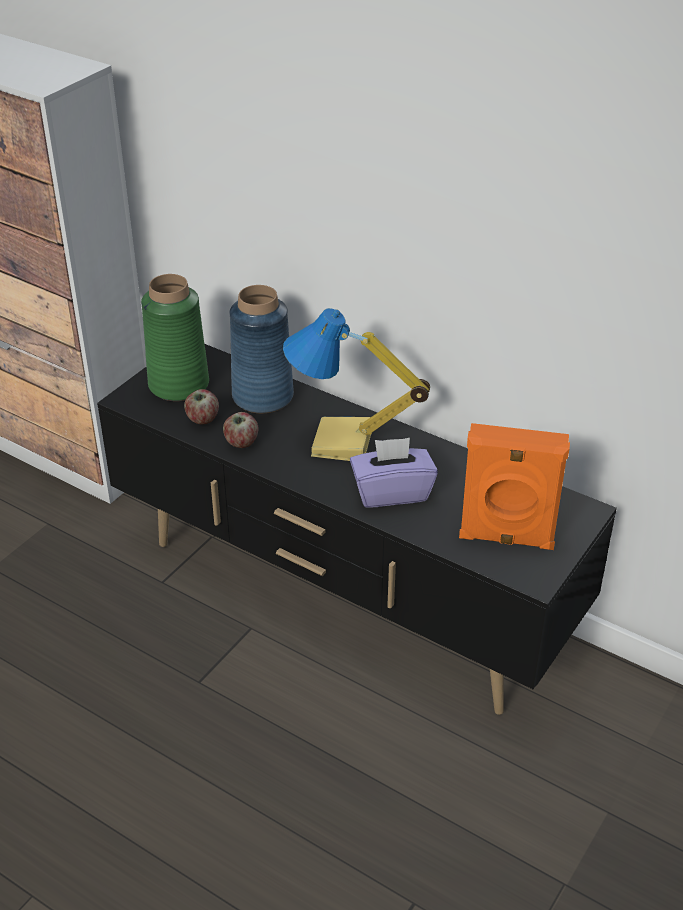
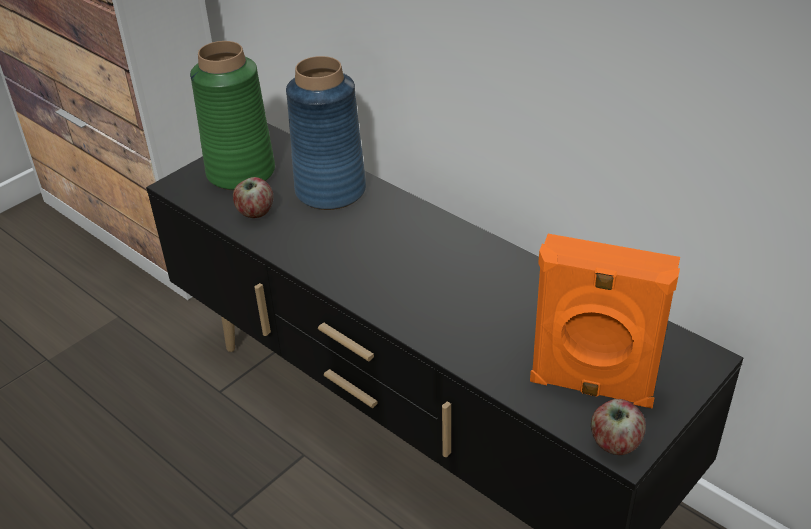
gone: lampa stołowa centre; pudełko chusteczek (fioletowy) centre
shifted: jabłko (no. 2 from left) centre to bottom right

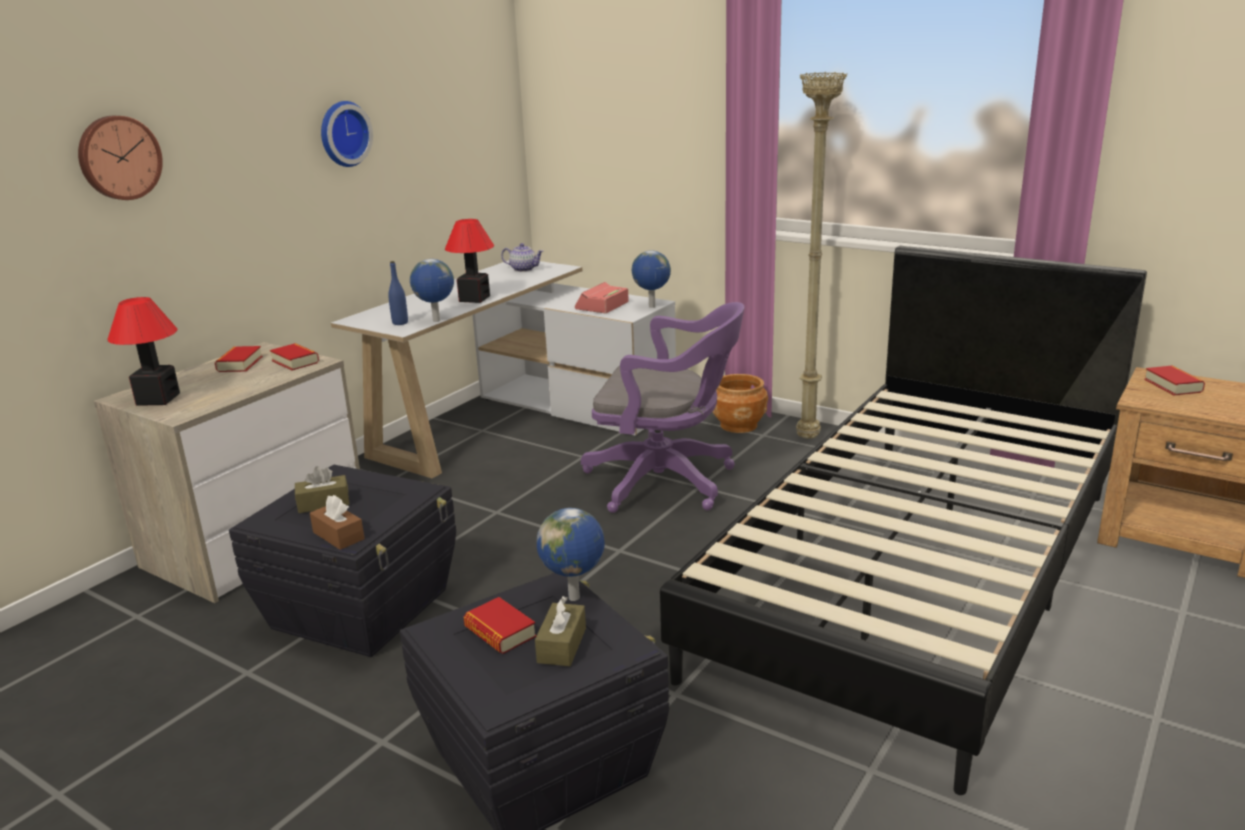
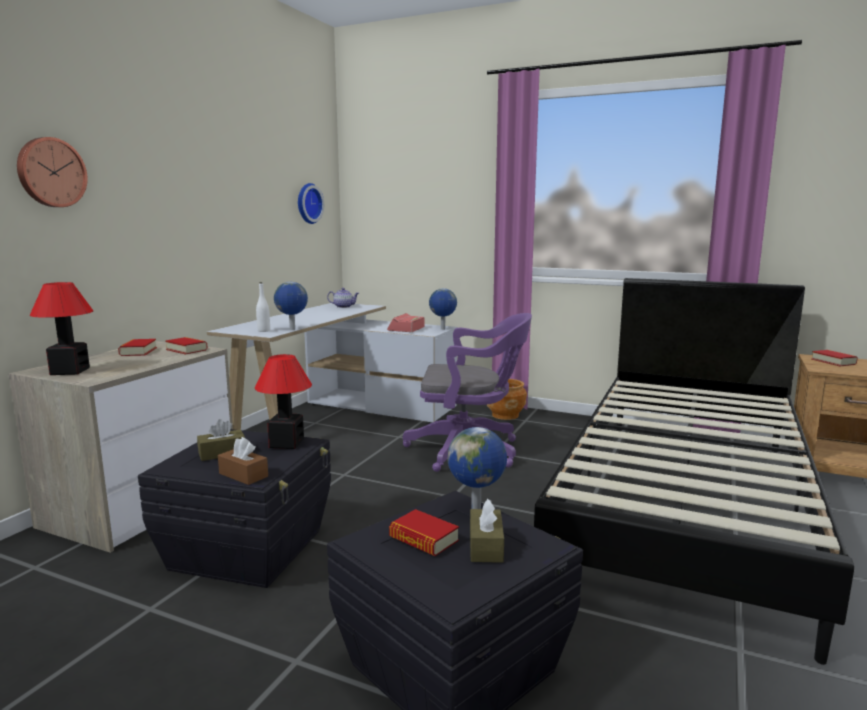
gone: lampa stojąca (beżowy) top centre
shifted: zegar ścienny (no. 2 from left) top left to top centre; lampa stołowa (no. 2 from left) top centre to middle left
repainted: butelka (niebieski) middle left to butelka (biały) middle left

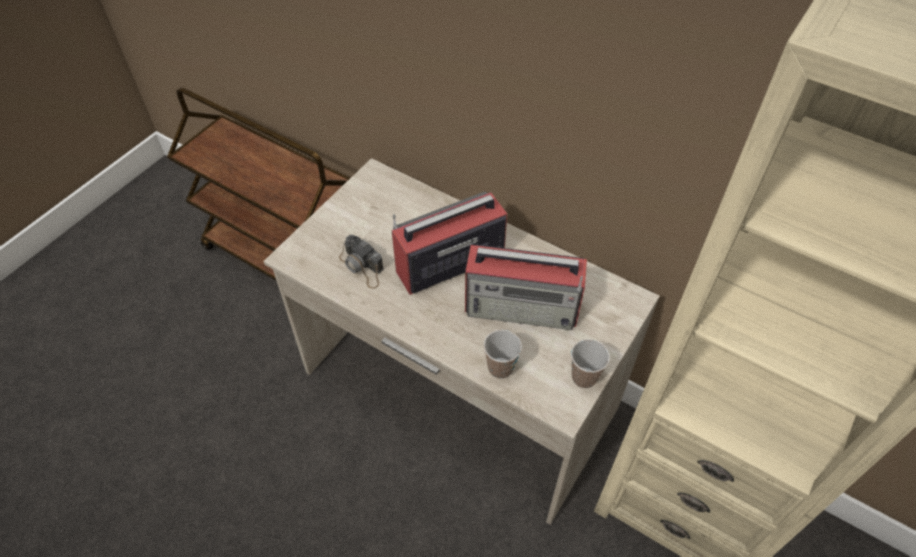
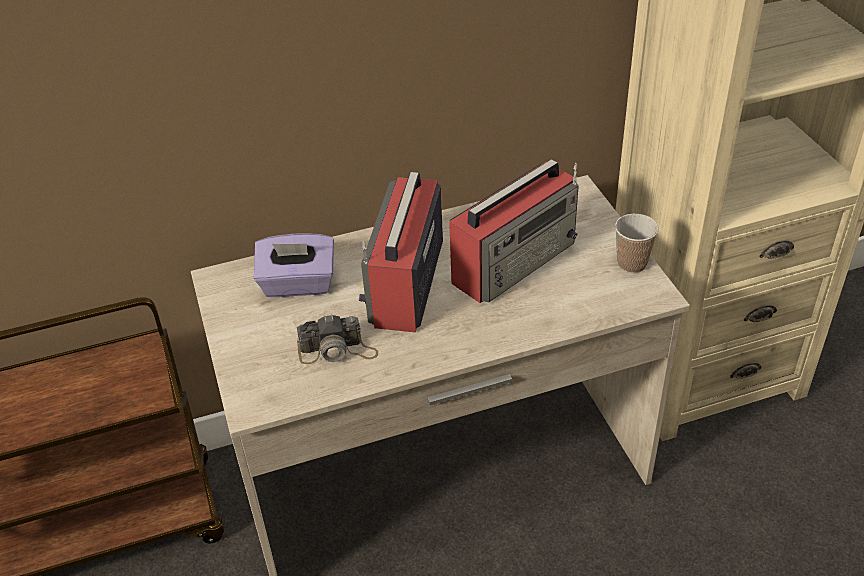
gone: filiżanka (no. 1 from left) centre
new: pudełko chusteczek (fioletowy) centre

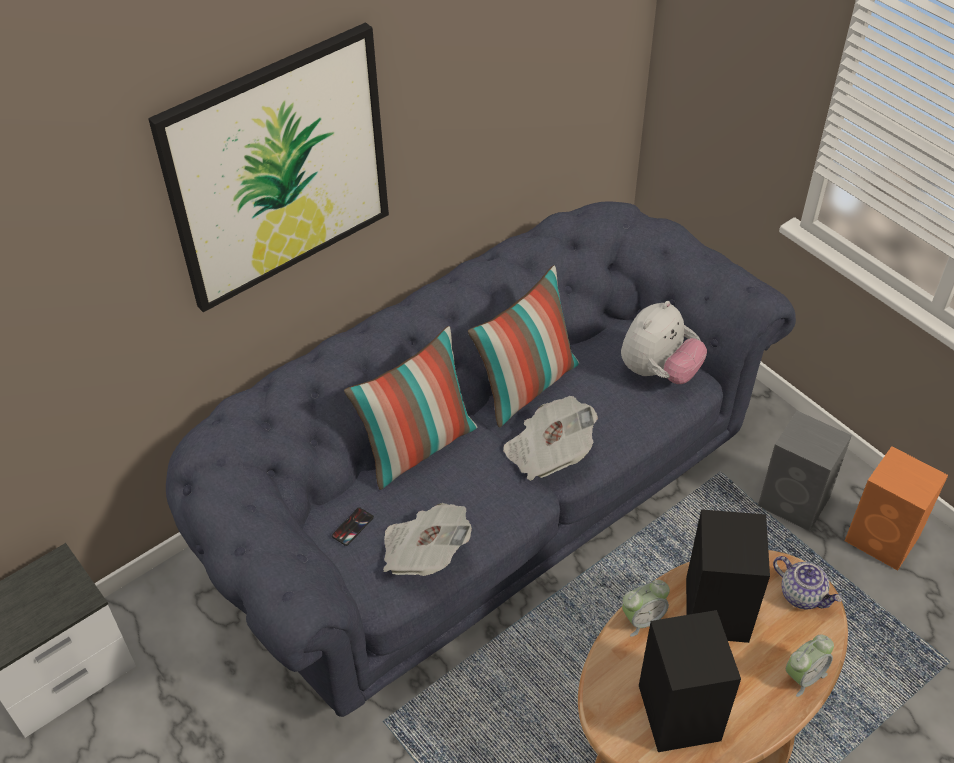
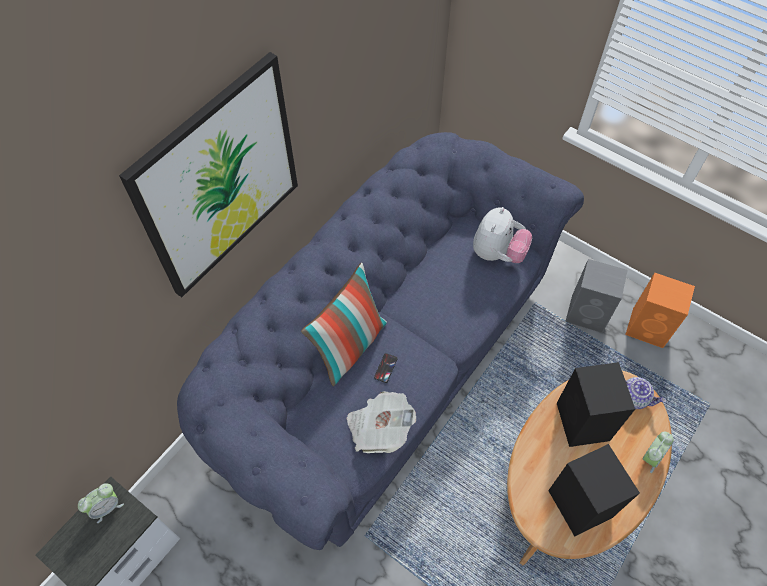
gone: poduszka (no. 2 from left) centre; gazeta (no. 2 from left) centre
shifted: telefon bottom centre to centre; budzik (no. 1 from left) bottom right to bottom left

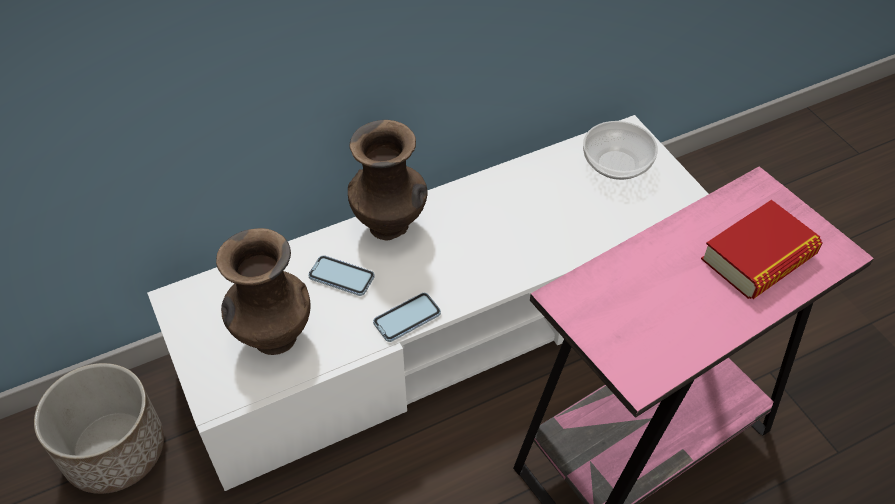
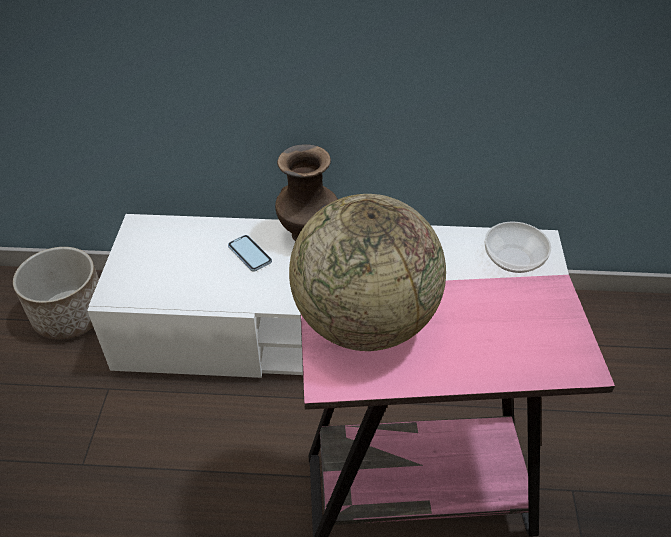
gone: książka middle right; wazon (brązowy) (no. 1 from left) middle left; telefon (no. 2 from left) centre
new: globus centre

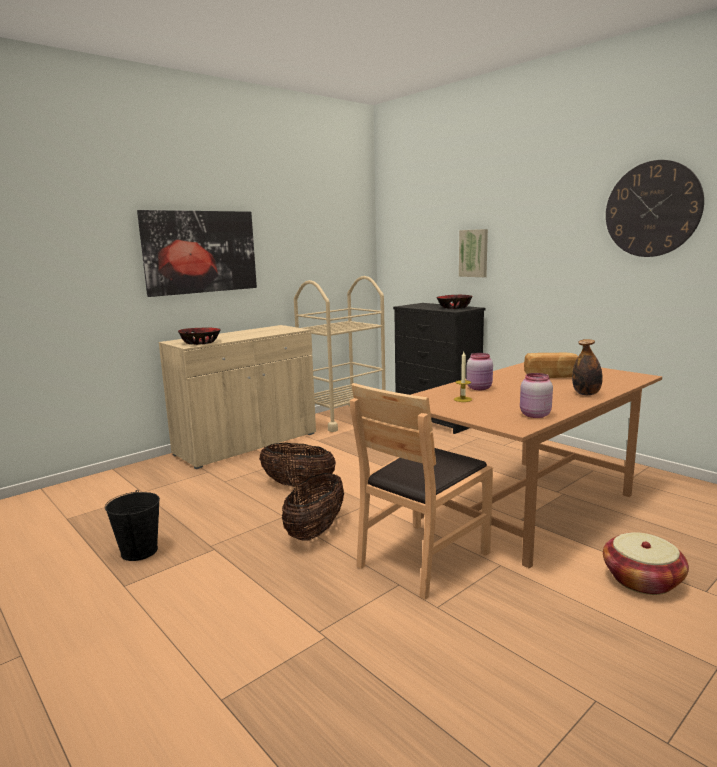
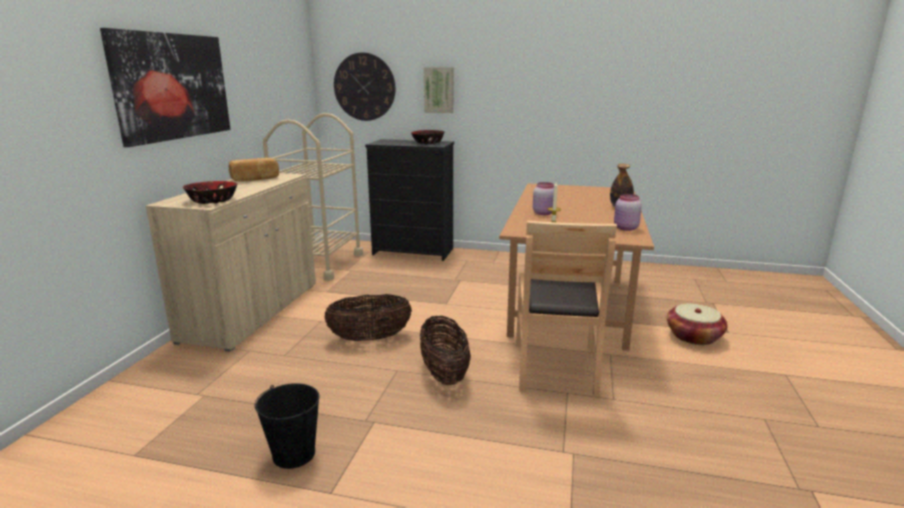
shifted: zegar ścienny top right to top centre; chleb middle right to top left

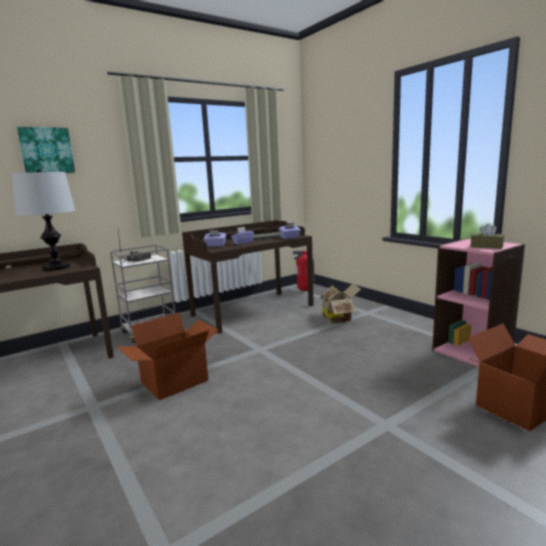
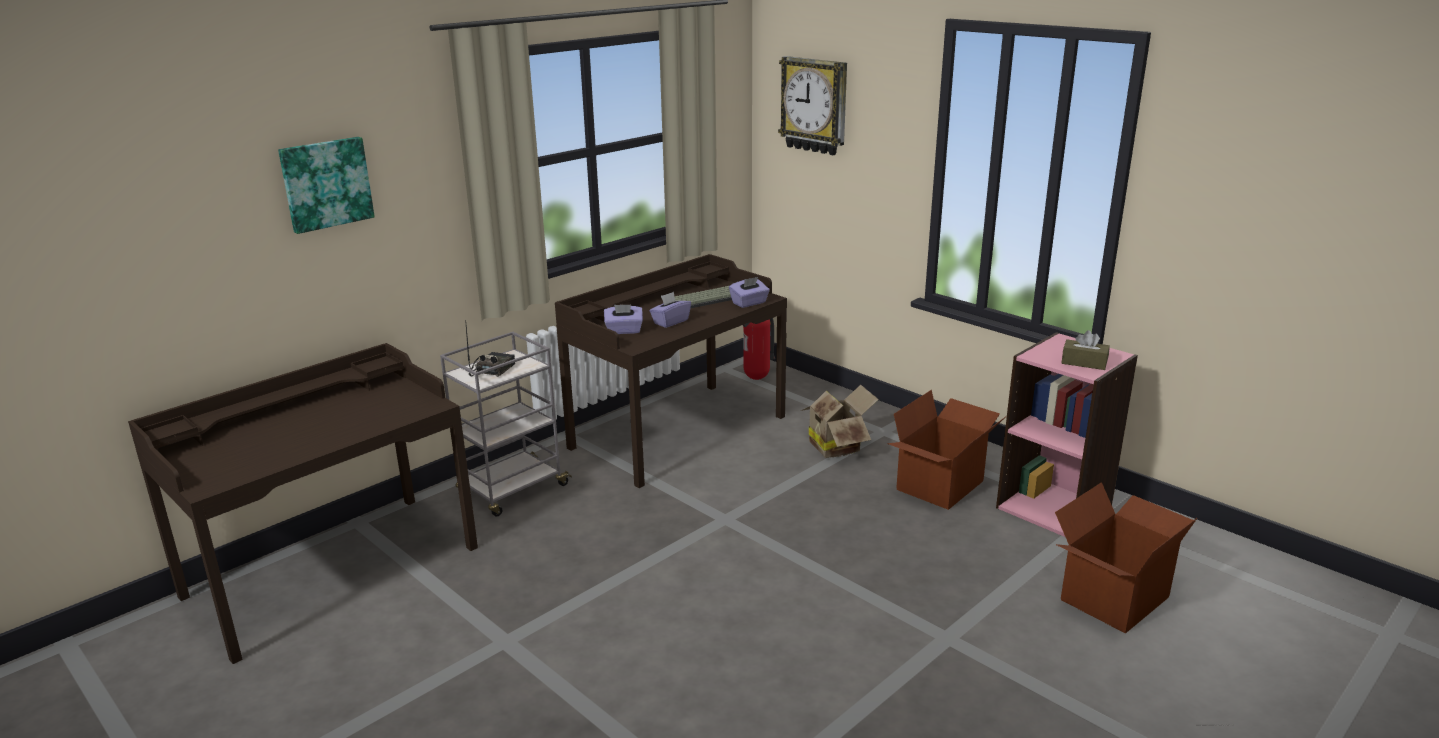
gone: lampa stołowa middle left
new: zegar ścienny top centre
shifted: karton (no. 1 from left in the first image) middle left to karton (no. 2 from left) centre

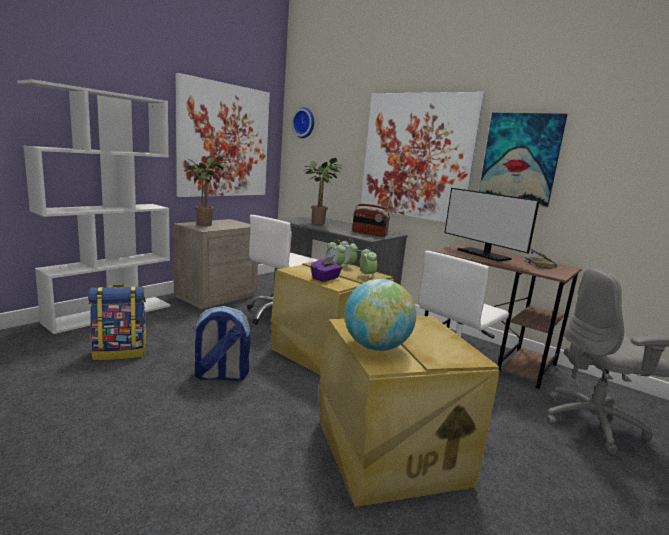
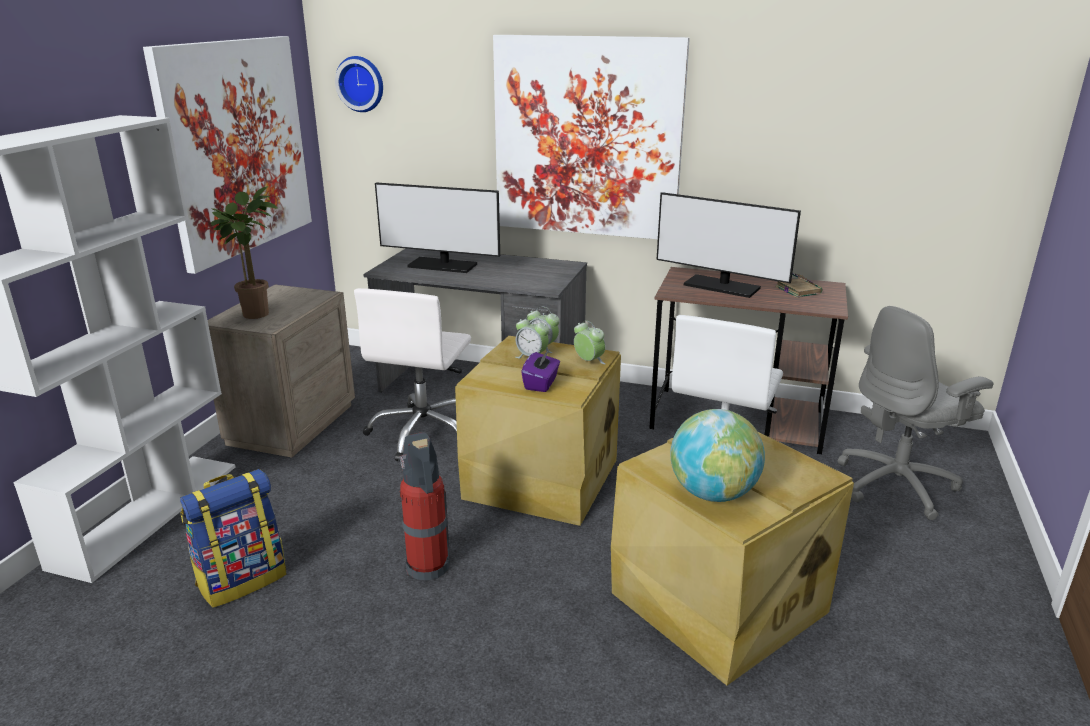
gone: obraz (no. 3 from left) top right; radio centre
swapped: roślina doniczkowa (no. 2 from left) centre to monitor (no. 1 from left) top centre; plecak (no. 2 from left) middle left to gaśnica bottom centre

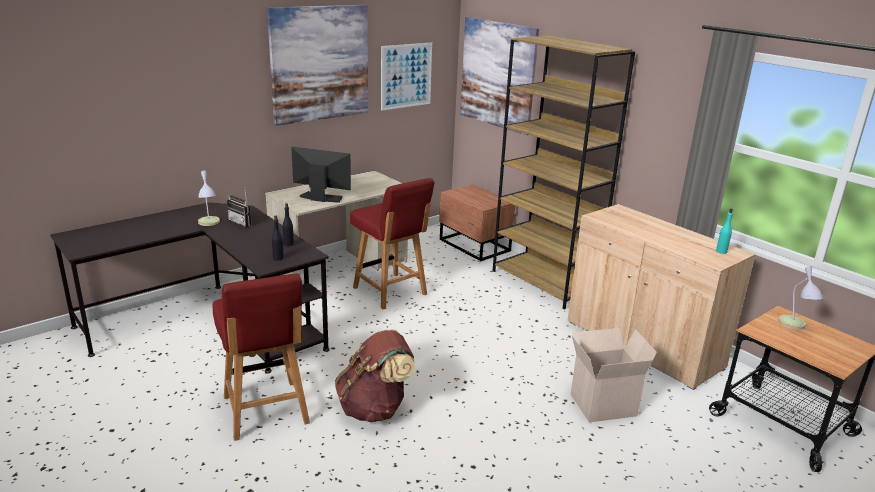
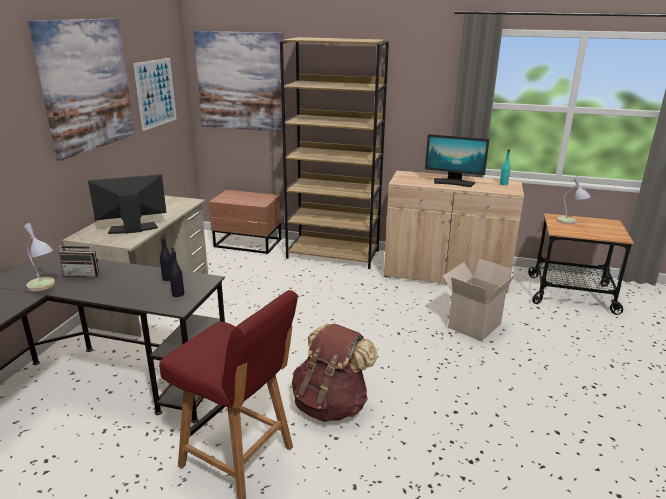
gone: krzesło (czerwony) (no. 2 from left) centre
new: monitor (no. 2 from left) top right

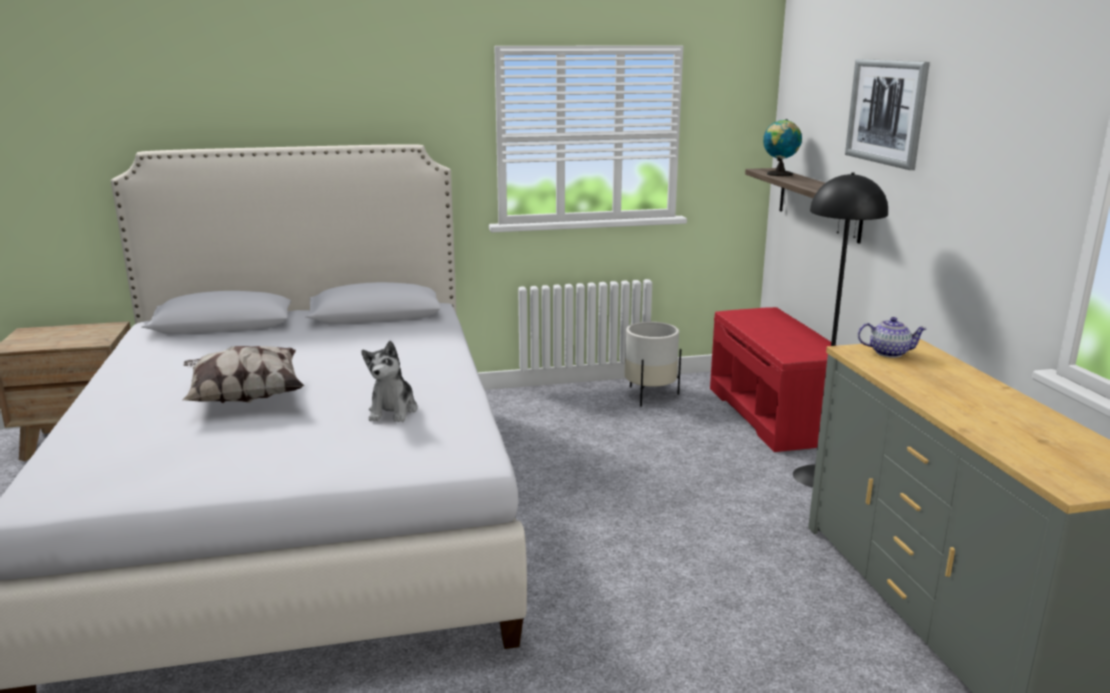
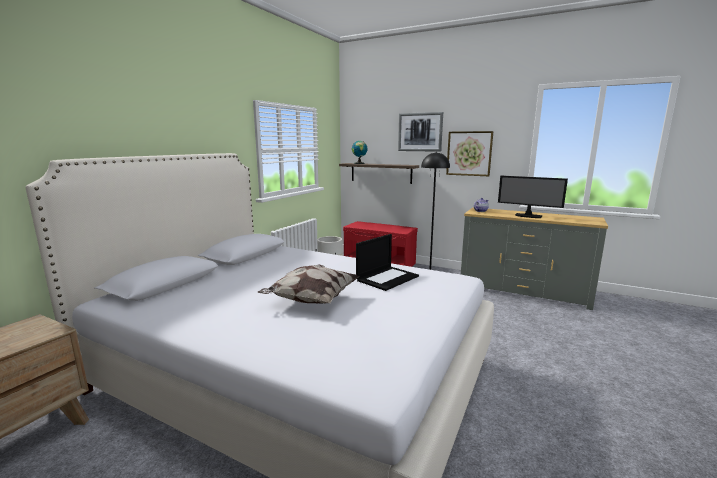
new: obraz (no. 2 from left) top centre; monitor middle right
swapped: pluszak centre to laptop centre

